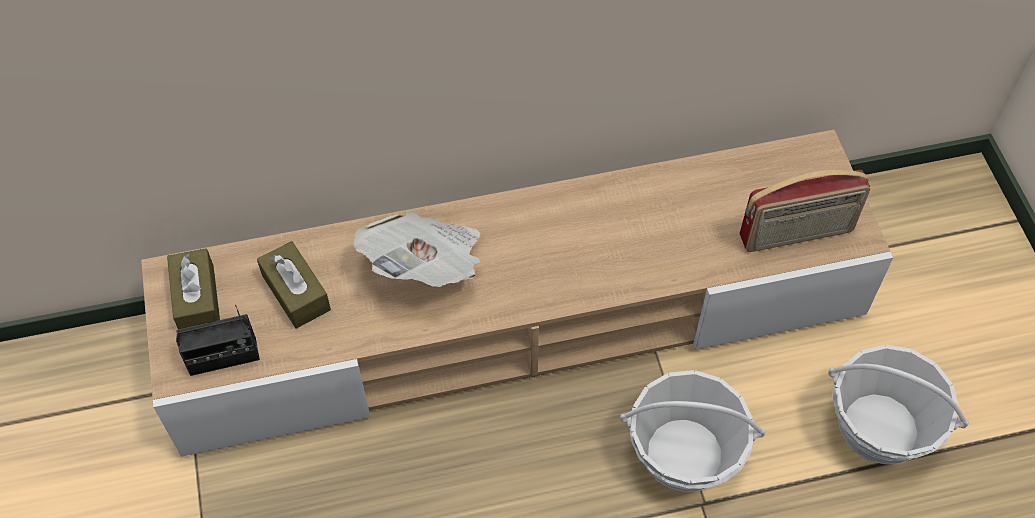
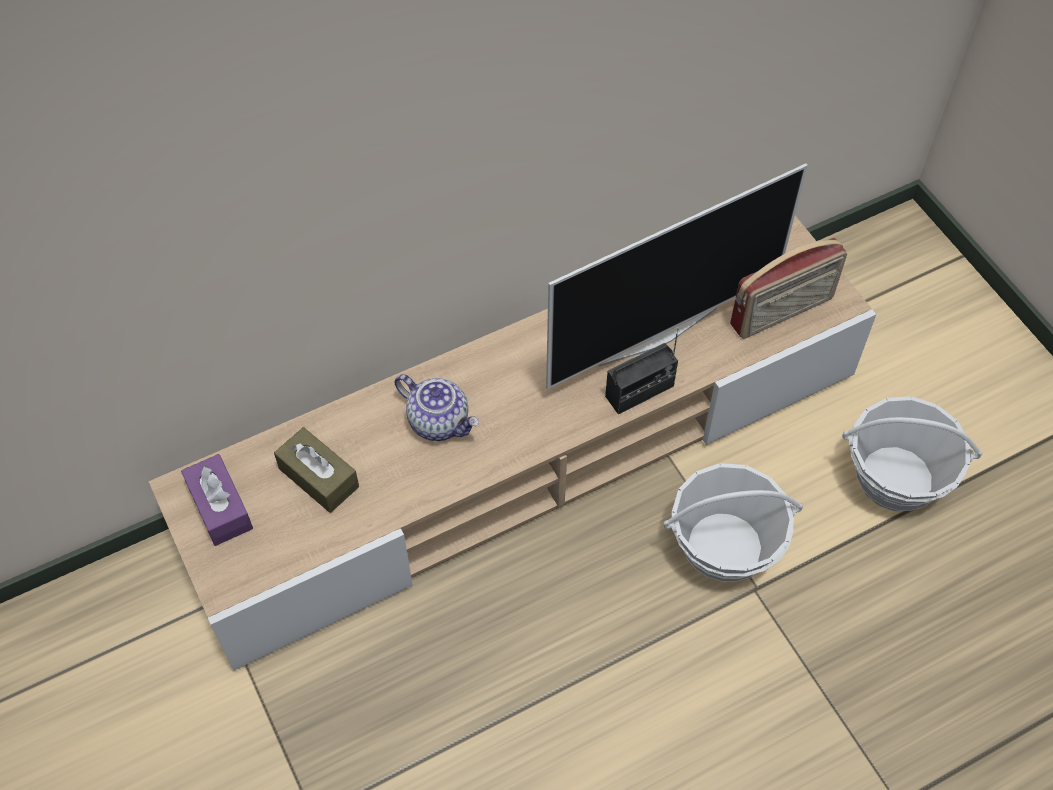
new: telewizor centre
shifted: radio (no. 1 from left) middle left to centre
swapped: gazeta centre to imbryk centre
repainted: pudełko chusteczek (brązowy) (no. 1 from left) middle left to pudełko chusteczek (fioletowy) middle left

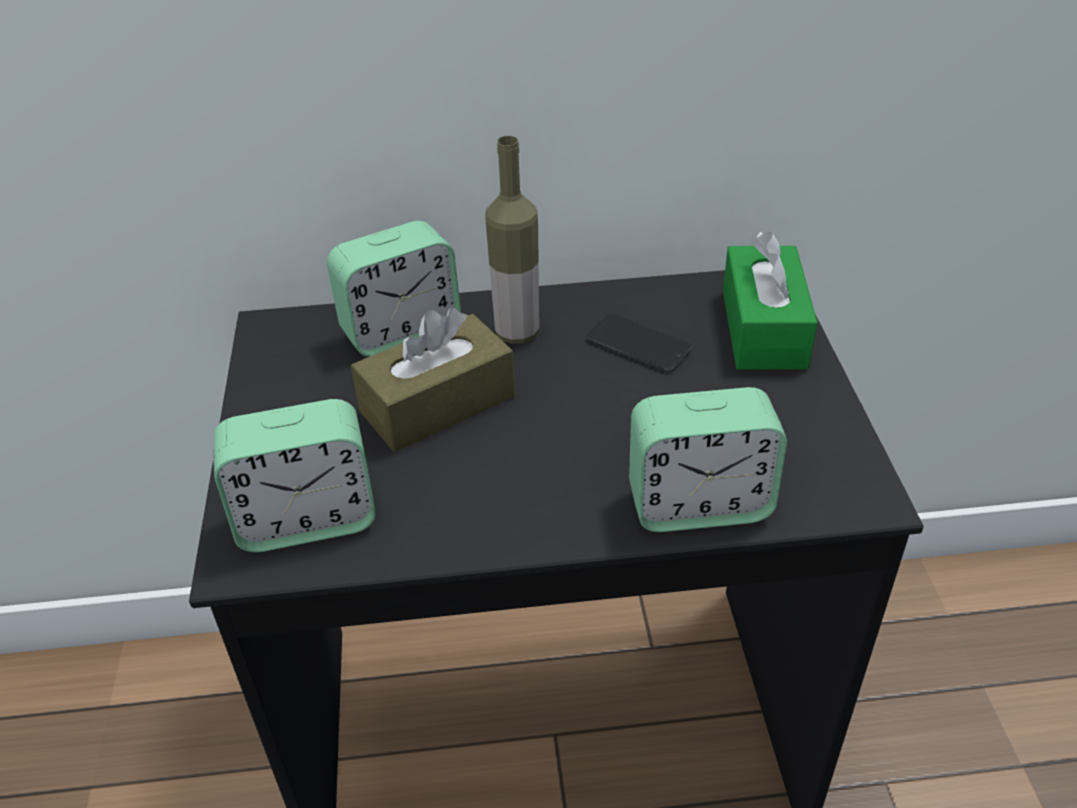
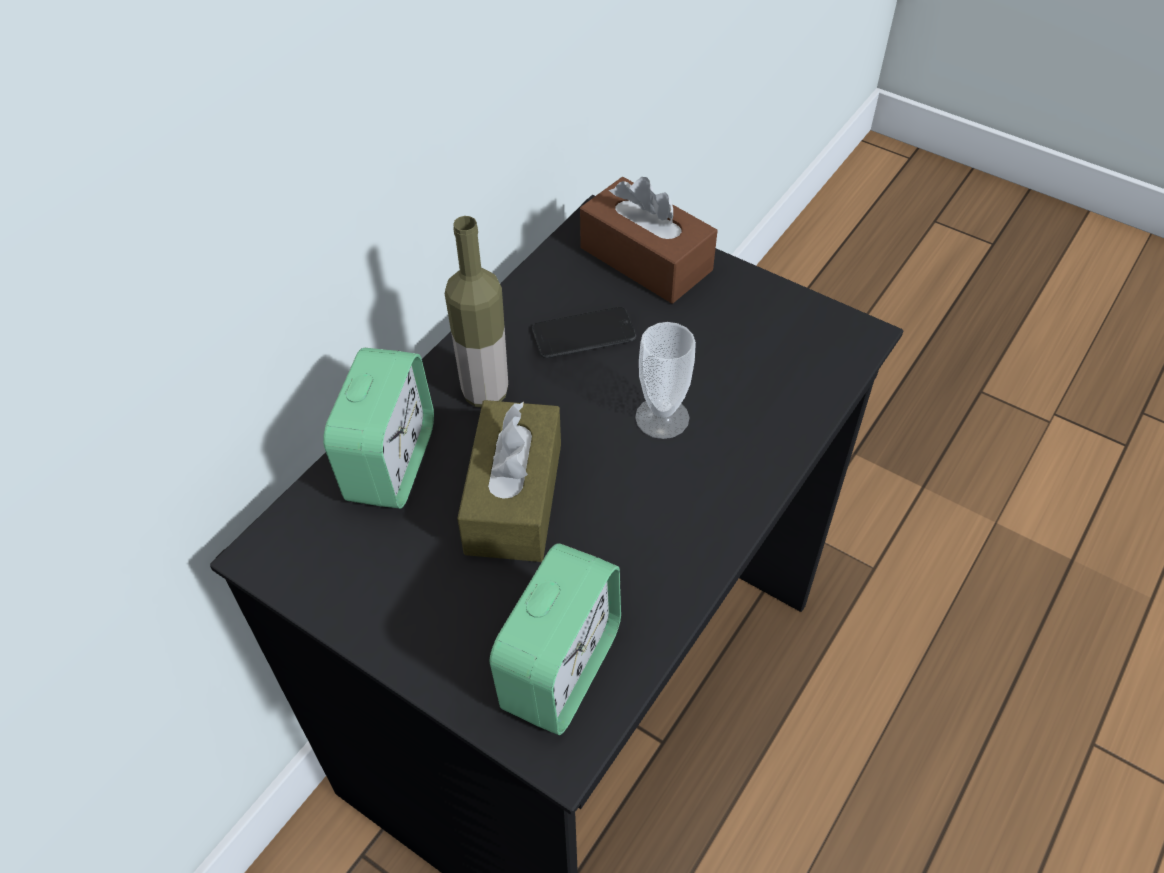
gone: budzik (no. 3 from left) centre
new: filiżanka centre
repainted: pudełko chusteczek (zielony) middle right to pudełko chusteczek (brązowy) (no. 2 from left) top centre

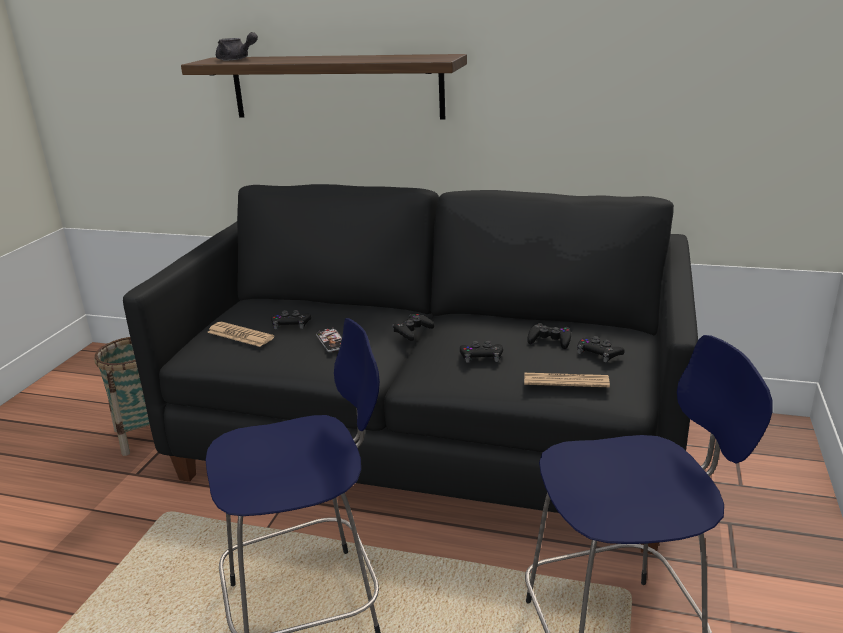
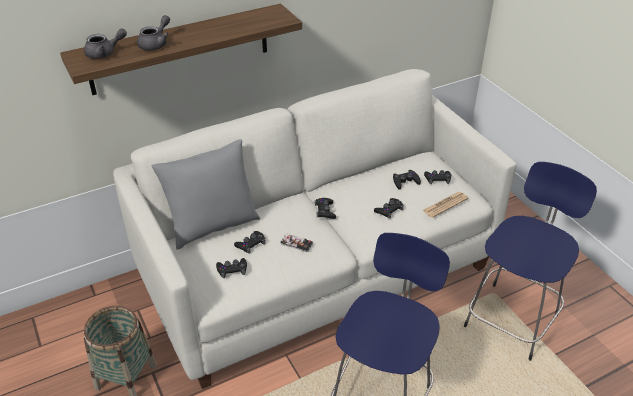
new: imbryk (szary) (no. 2 from left) top left; poduszka (szary) middle left
swapped: gazeta (no. 1 from left) middle left to pad do gier (czarny) (no. 1 from left) bottom centre
repainted: kanapa (czarny) centre to kanapa (biały) centre

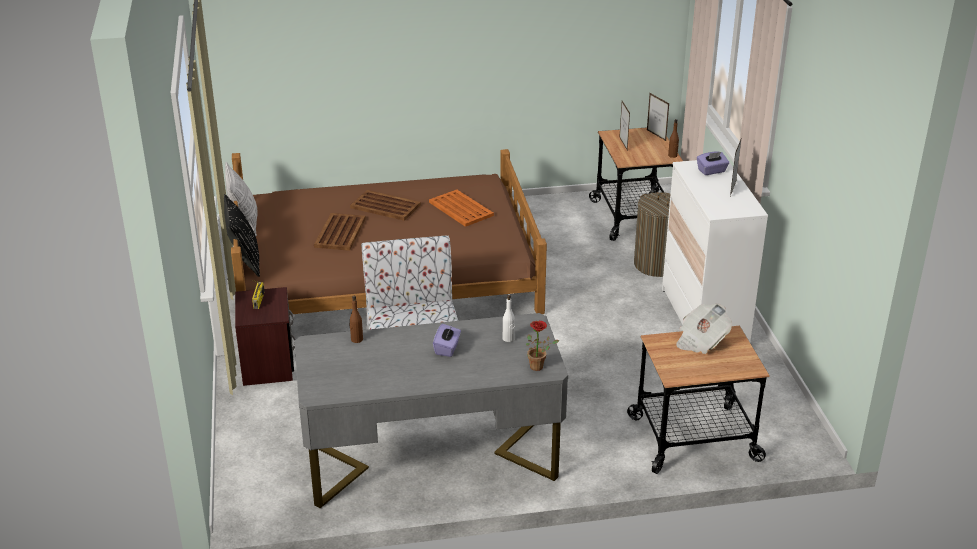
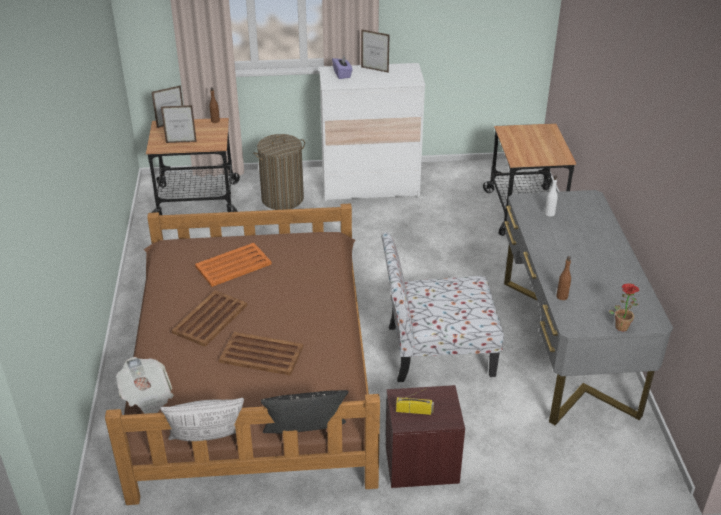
gone: pudełko chusteczek (fioletowy) (no. 1 from left) centre
shifted: gazeta middle right to bottom left; roślina doniczkowa centre to middle right

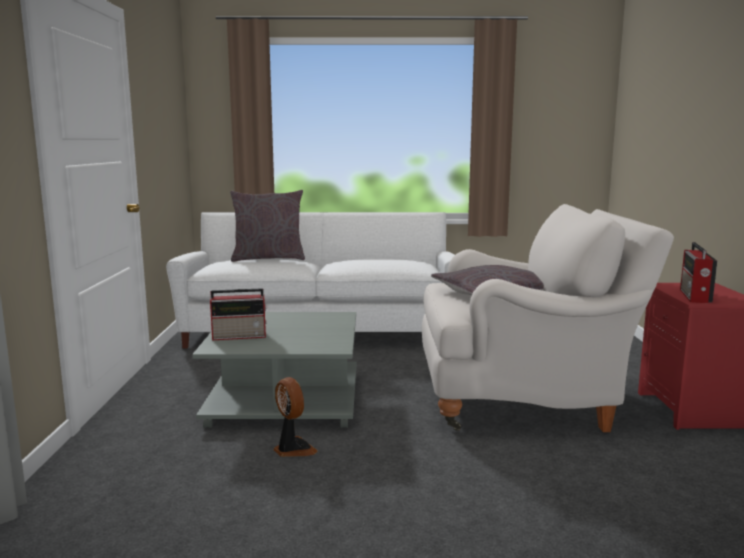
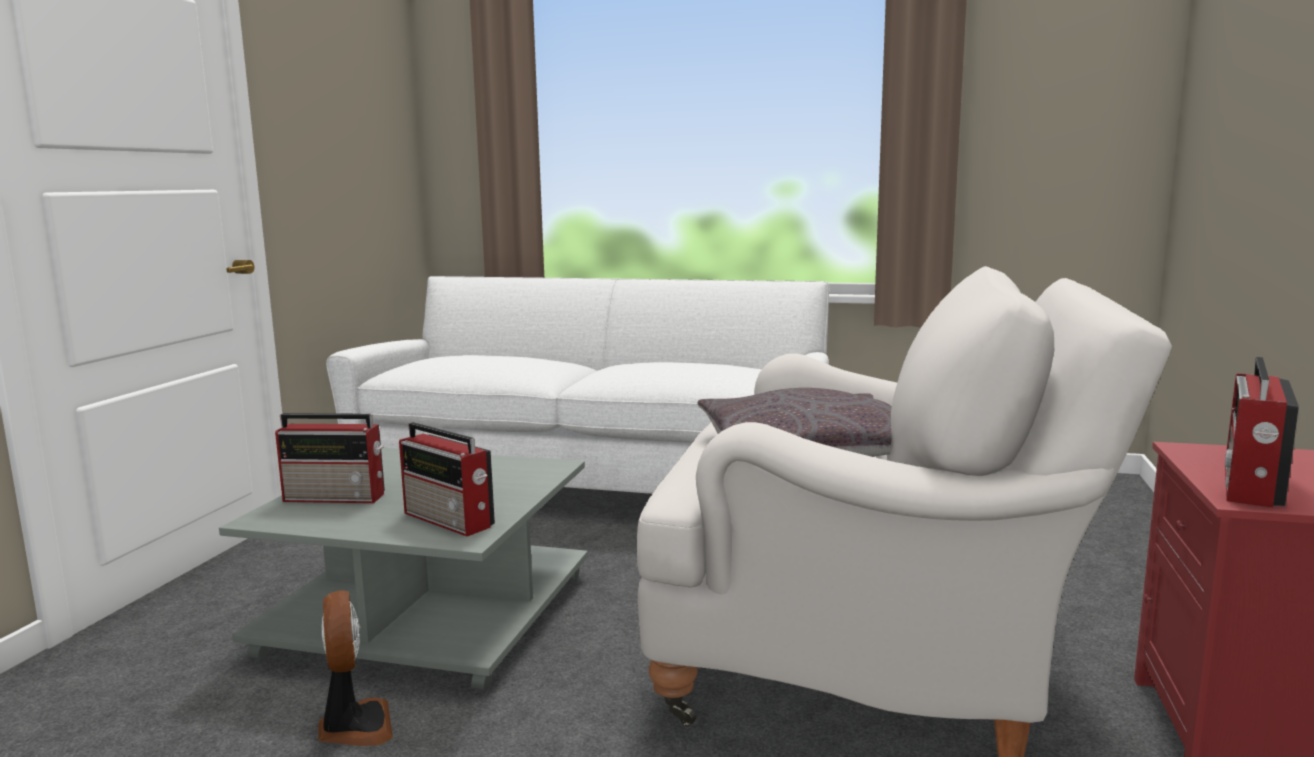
gone: poduszka (szary) (no. 1 from left) centre
new: radio (no. 2 from left) centre

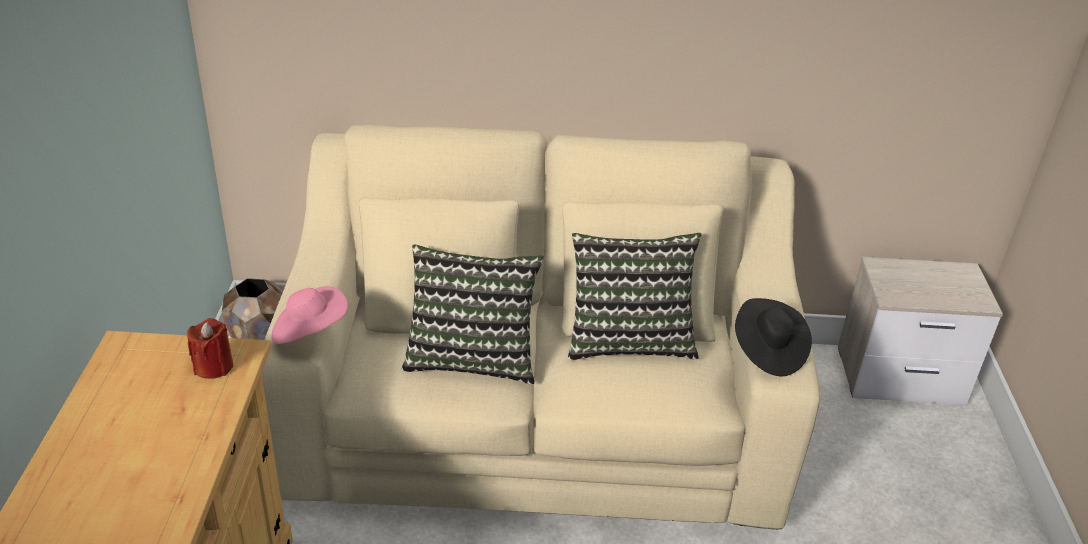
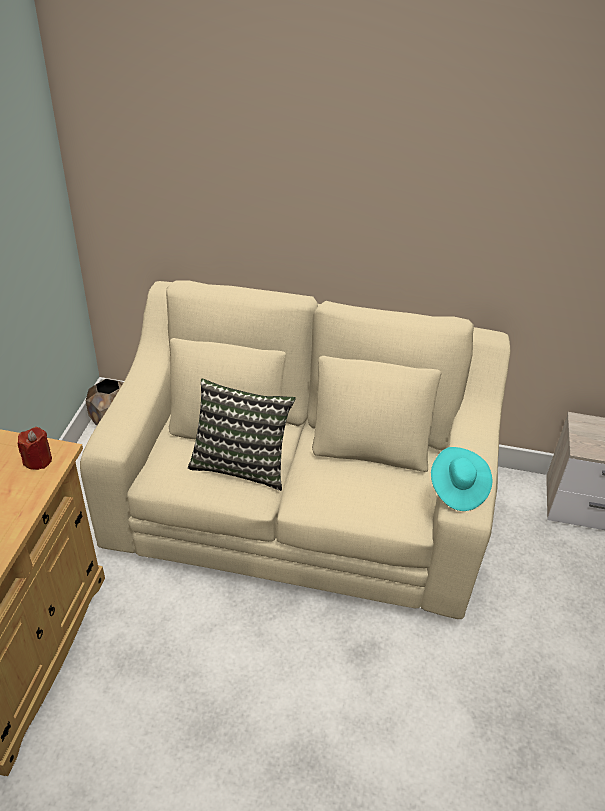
gone: poduszka (no. 2 from left) centre; kapelusz (różowy) middle left
repainted: kapelusz (czarny) middle right to kapelusz (turkusowy) middle right

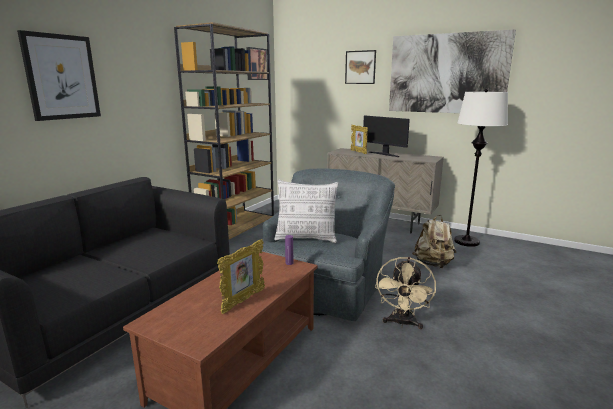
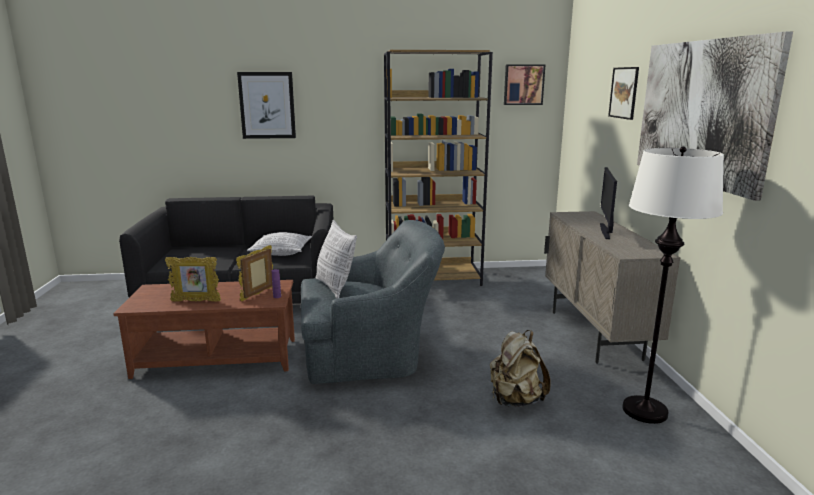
gone: wentylator (beżowy) bottom centre
new: poduszka (no. 1 from left) centre
shifted: ramka na zdjęcie (no. 2 from left) centre to middle left

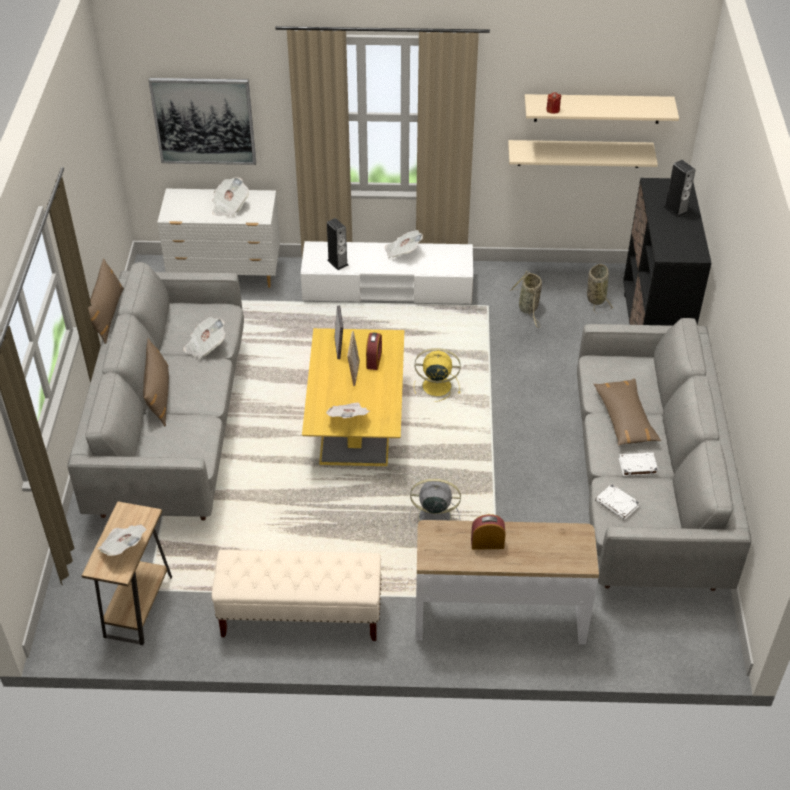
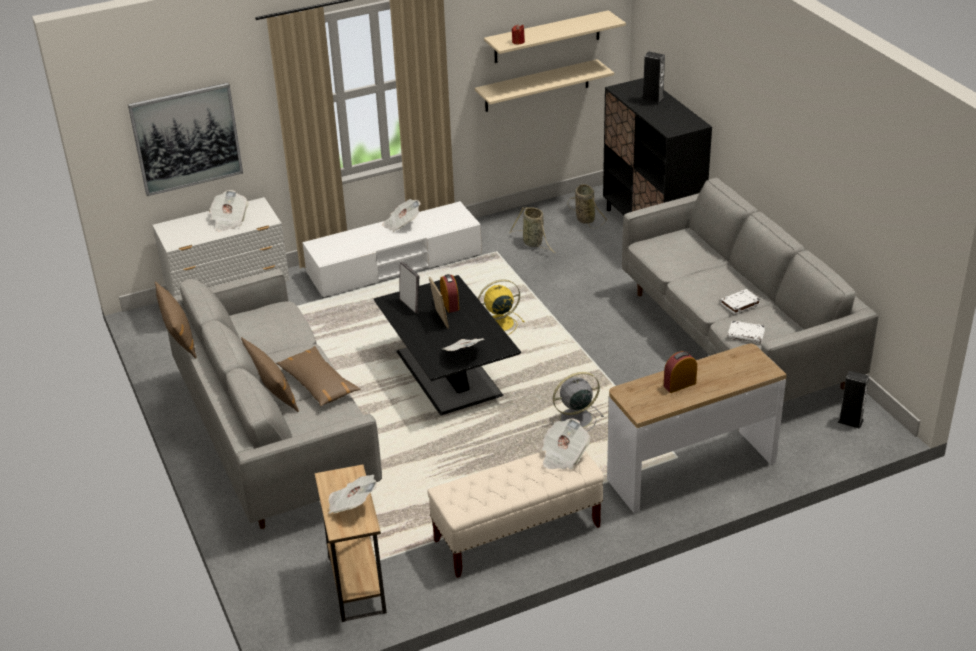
shifted: głośnik (no. 1 from left in the first image) top centre to głośnik (no. 2 from left) middle right; gazeta (no. 2 from left in the first image) middle left to gazeta (no. 5 from left) bottom centre; poduszka (brązowy) (no. 3 from left) middle right to middle left
repainted: ława (żółty) centre to ława (czarny) centre

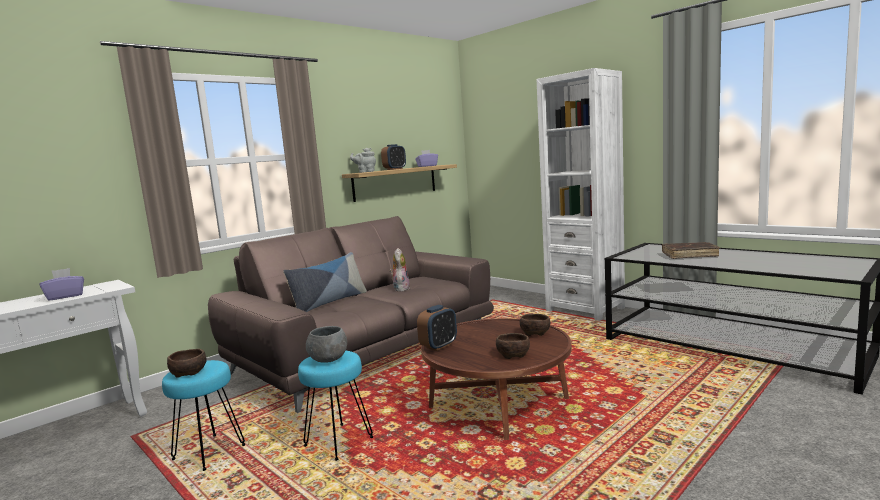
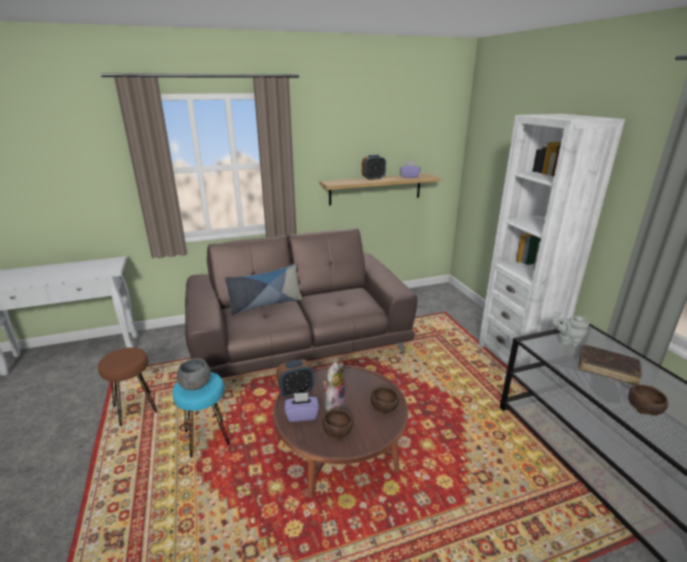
shifted: imbryk (szary) top centre to middle right; pluszak centre to bottom centre; pudełko chusteczek (fioletowy) (no. 1 from left) middle left to bottom centre; miska (brązowy) (no. 1 from left in the first image) bottom left to miska (brązowy) (no. 3 from left) bottom right
repainted: stołek (turkusowy) (no. 1 from left) bottom left to stołek (brązowy) bottom left

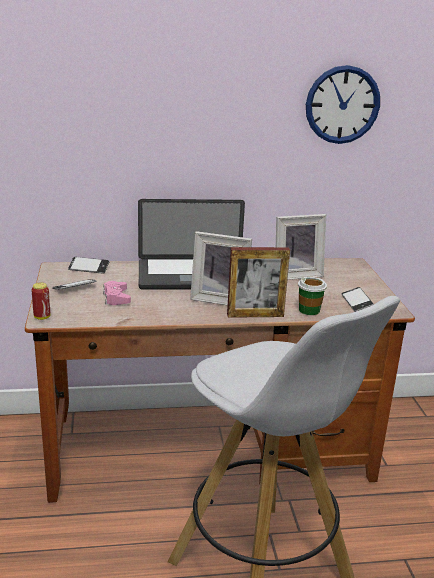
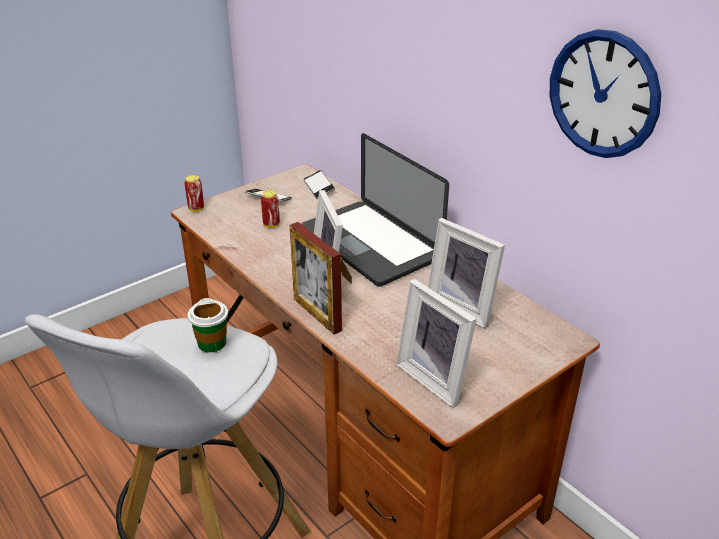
shifted: filiżanka middle right to middle left
swapped: pad do gier (różowy) middle left to puszka (no. 2 from left) centre; telefon (no. 3 from left) middle right to ramka na zdjęcie (no. 3 from left) centre

